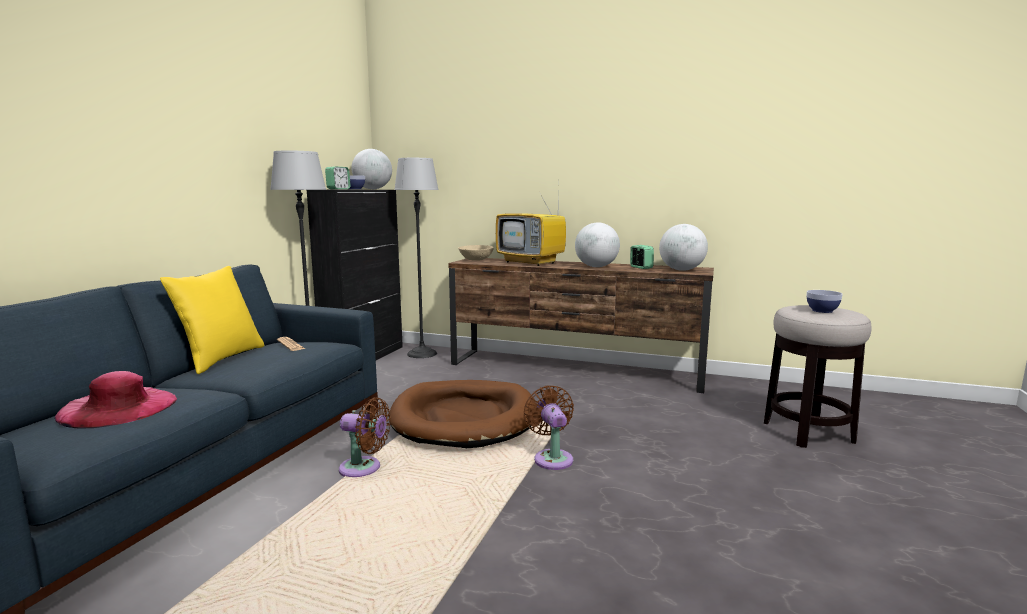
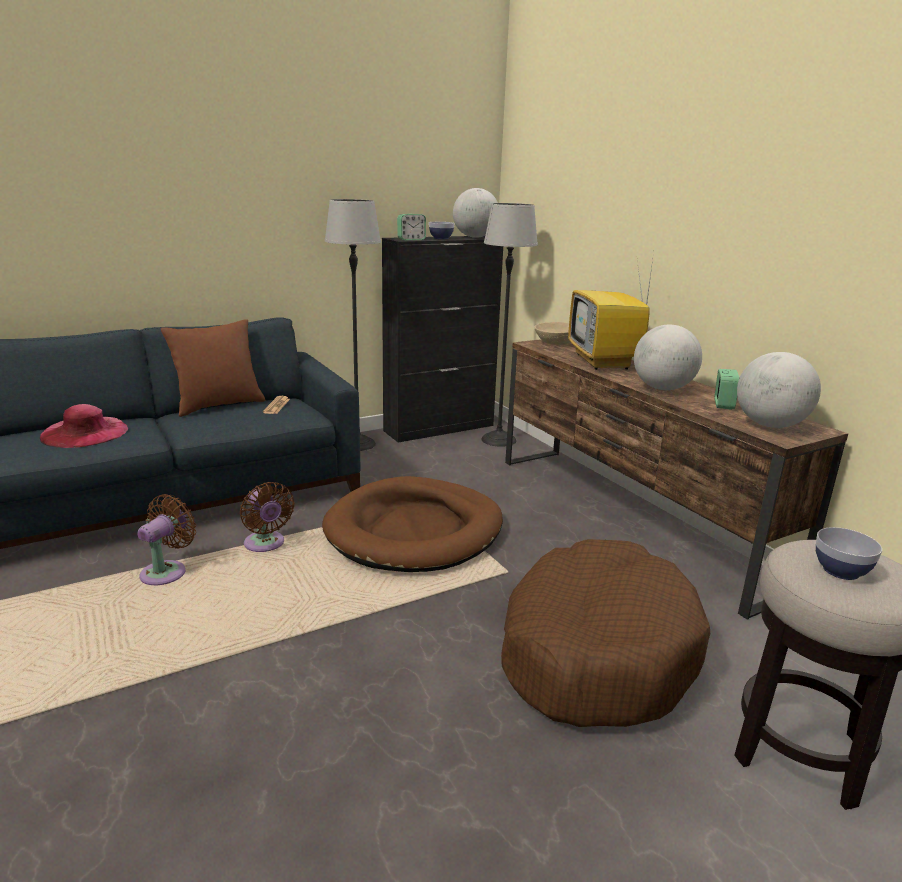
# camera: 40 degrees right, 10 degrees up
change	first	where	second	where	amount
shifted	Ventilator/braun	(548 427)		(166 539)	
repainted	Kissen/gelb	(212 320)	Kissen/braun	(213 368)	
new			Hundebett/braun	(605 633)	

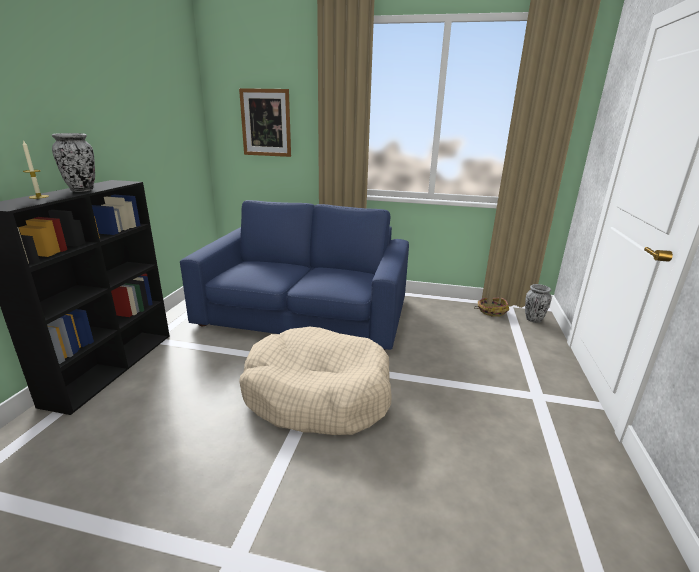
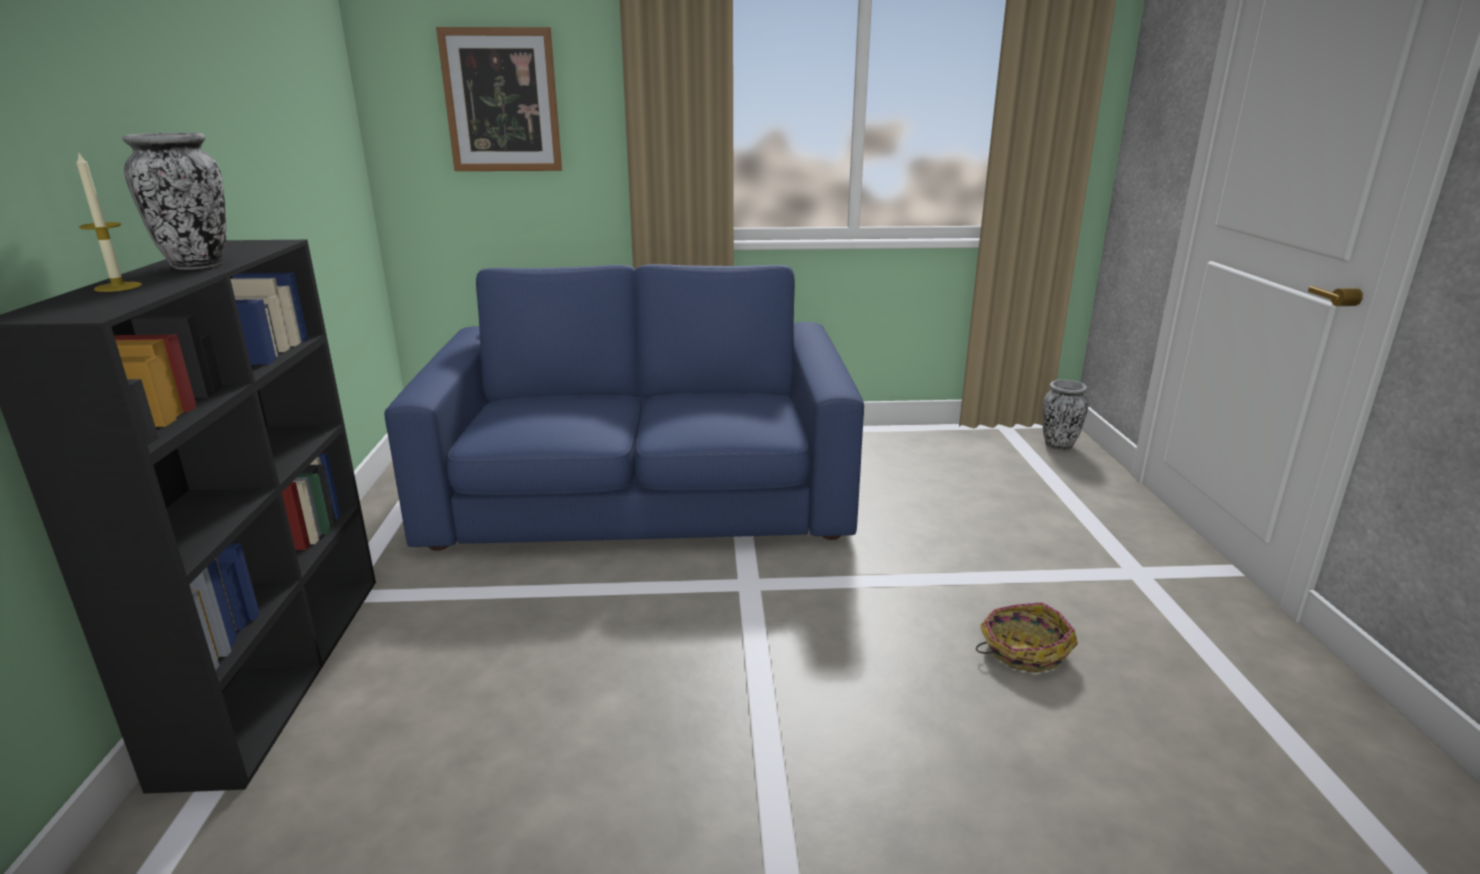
# camera: 15 degrees left, 0 degrees up
change	first	where	second	where	amount
shifted	Korb	(491 307)		(1027 637)	
gone	Hundebett/beige	(315 381)			

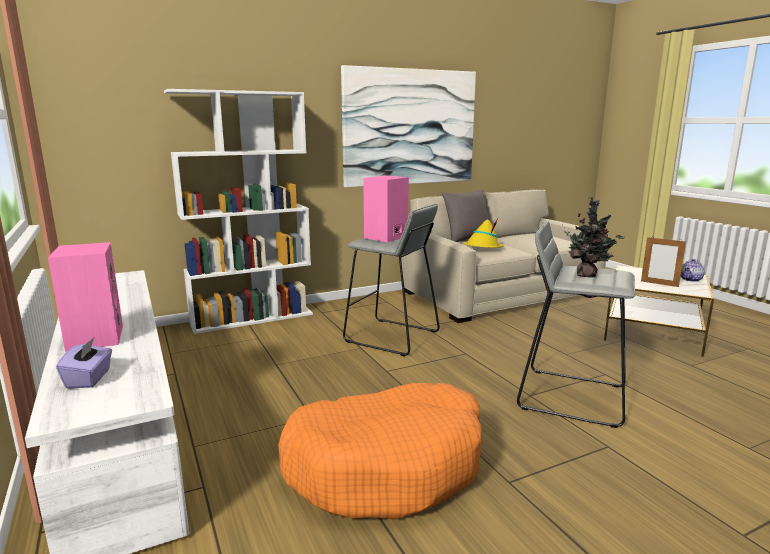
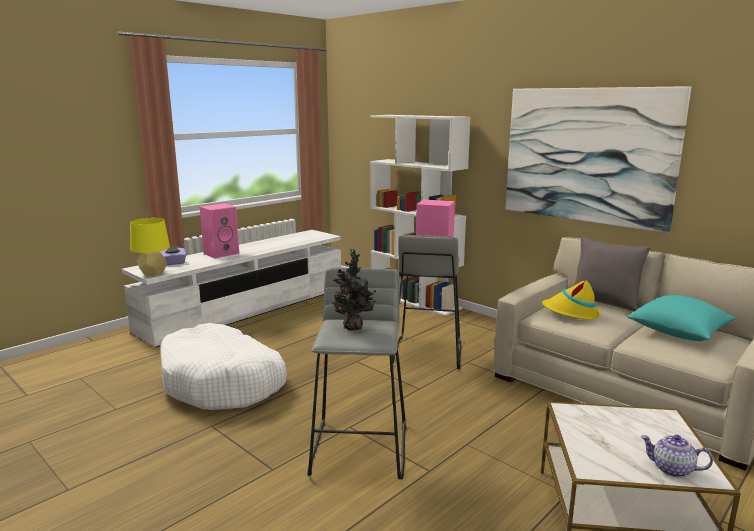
# camera: 70 degrees right, 0 degrees up
change	first	where	second	where	amount
new			Tischlampe/gelb	(150 247)	
repainted	Hundebett/orange	(380 451)	Hundebett/weiß	(223 366)	
new			Kissen/türkis	(681 318)	
gone	Bilderrahmen	(663 261)			

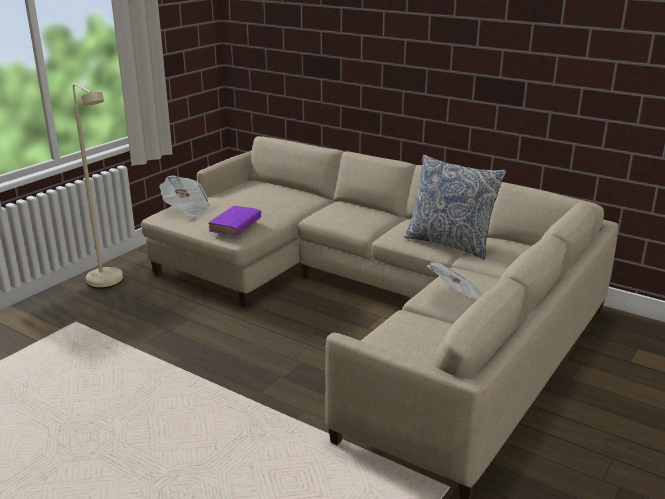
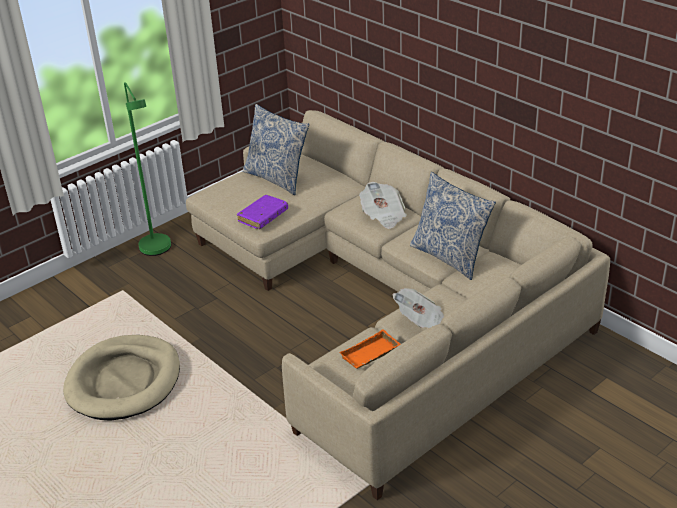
# camera: 15 degrees right, 10 degrees up
change	first	where	second	where	amount
new			Hundebett/beige	(121 377)	
repainted	Stehlampe/beige	(98 185)	Stehlampe/grün	(147 169)	
new			Kissen	(276 149)	
new			Tablett/orange	(369 349)	
shifted	Zeitung	(184 195)		(383 205)	

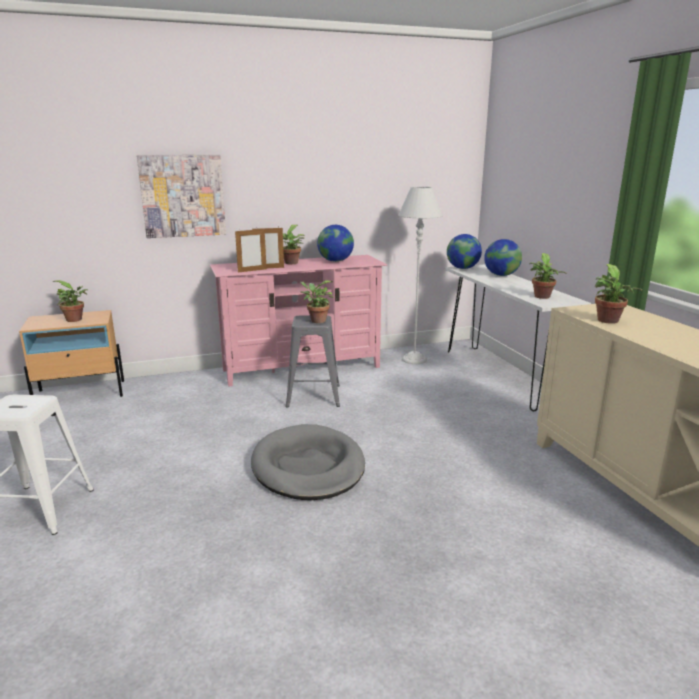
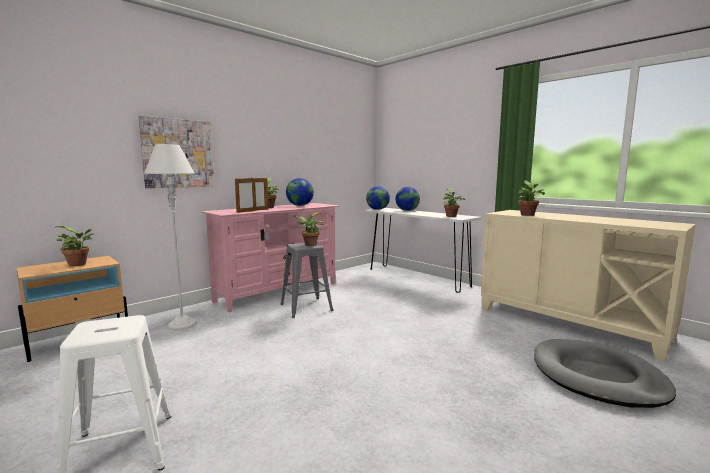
# camera: 25 degrees left, 10 degrees down
change	first	where	second	where	amount
shifted	Stehlampe/grau	(420 275)		(170 237)	
shifted	Hundebett/grau	(308 462)		(605 373)	

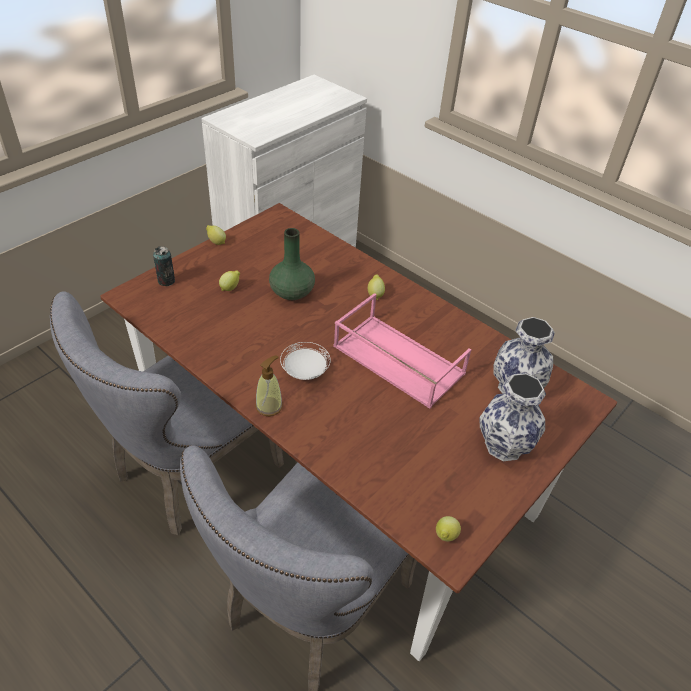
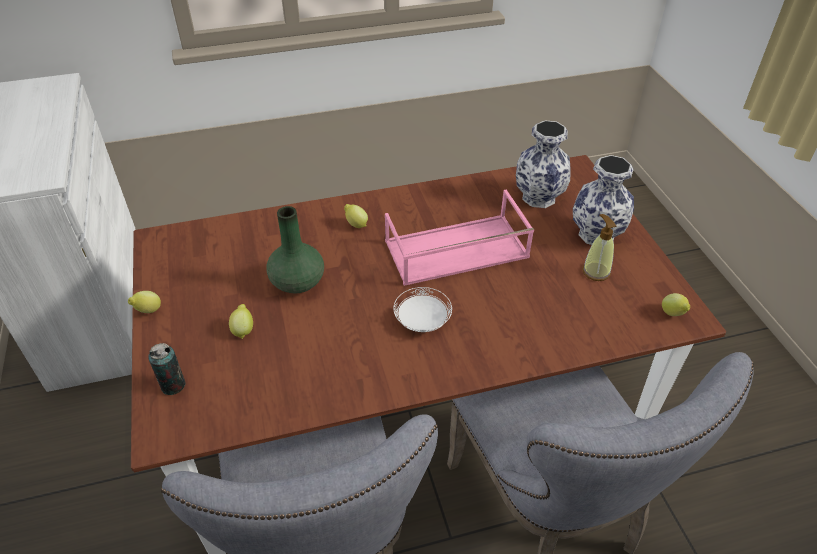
# camera: 55 degrees left, 0 degrees up
change	first	where	second	where	amount
shifted	Seifenspender	(269 385)		(599 247)	

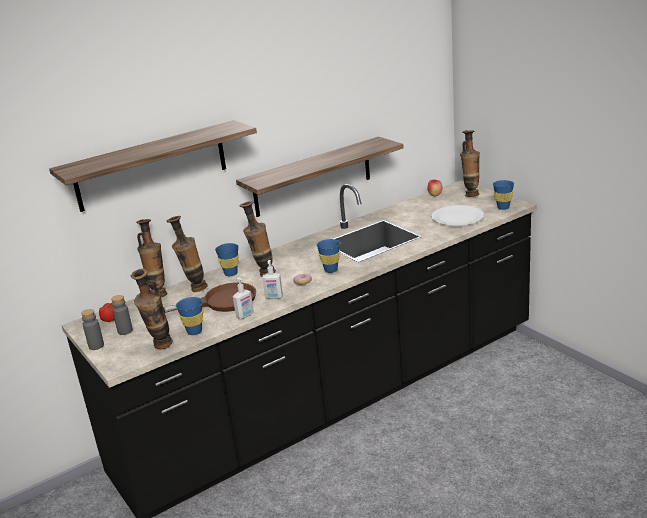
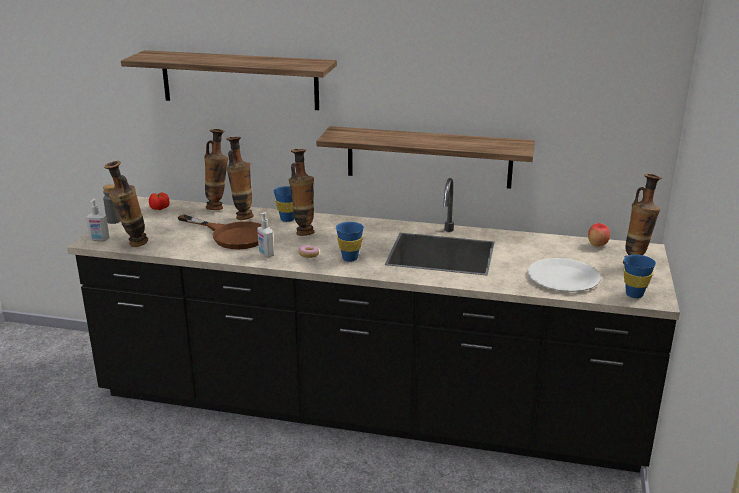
# camera: 45 degrees right, 0 degrees up
change	first	where	second	where	amount
shifted	Seifenspender	(243 298)		(97 220)	
gone	Flasche/grau	(122 315)			
gone	Tasse/blau	(189 316)			

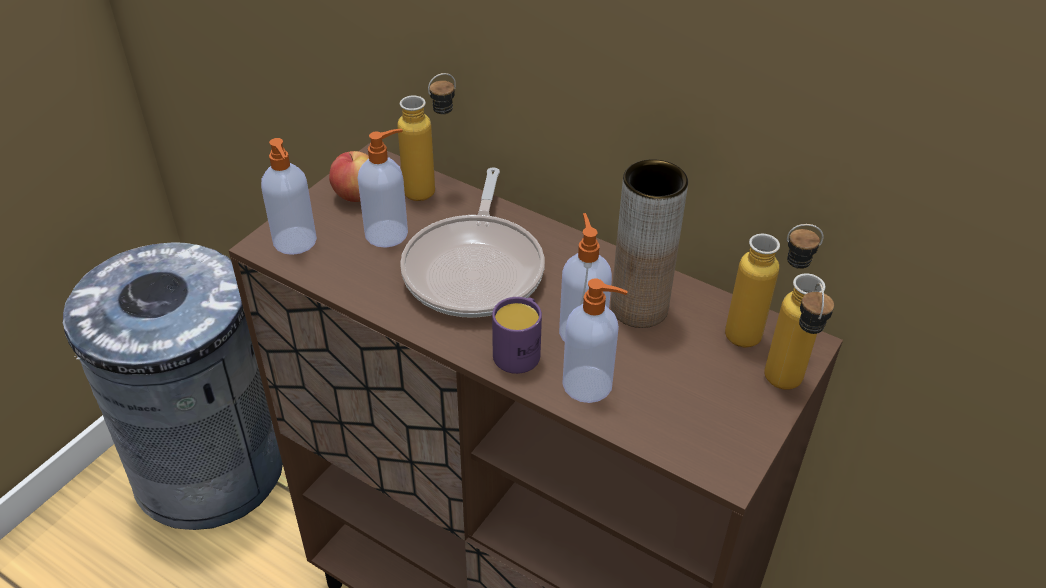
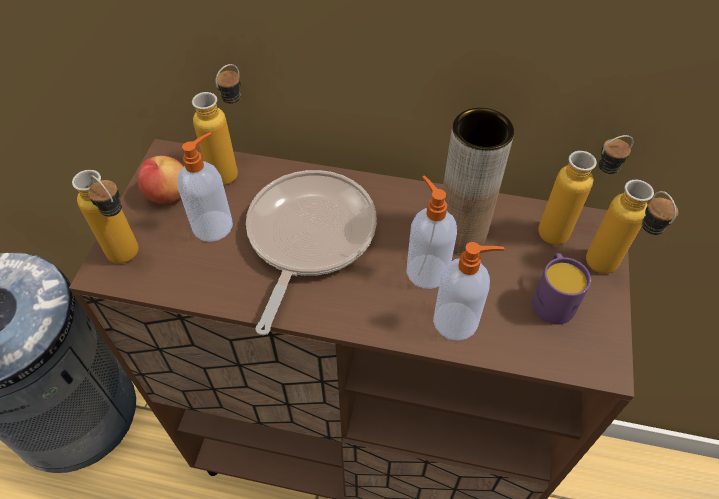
# camera: 20 degrees left, 10 degrees up
change	first	where	second	where	amount
swapped	Seifenspender	(289 196)	Flasche	(105 217)	
rotated	Pfanne	(472 242)		(311 252)	150 degrees counterclockwise
shifted	Henkelbecher/lila	(517 335)		(561 289)	

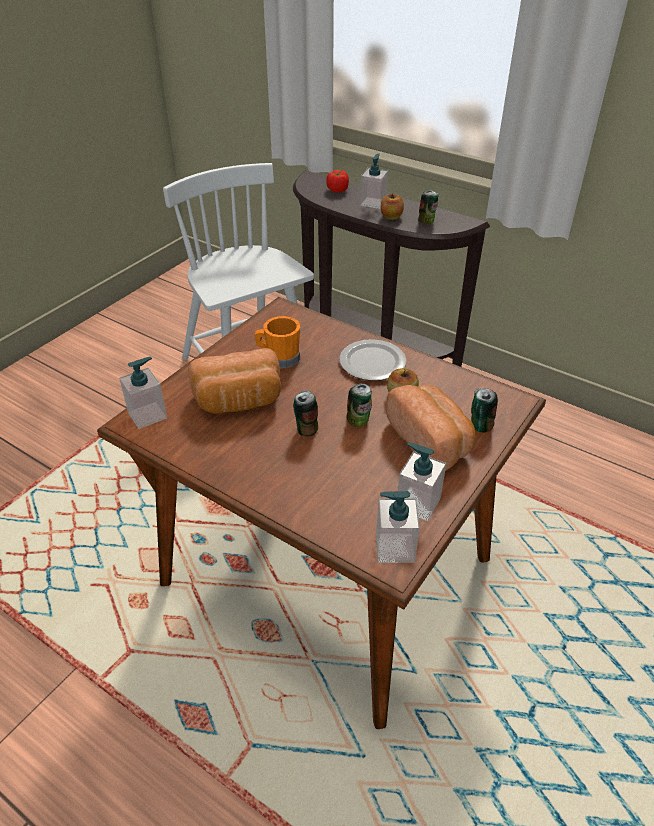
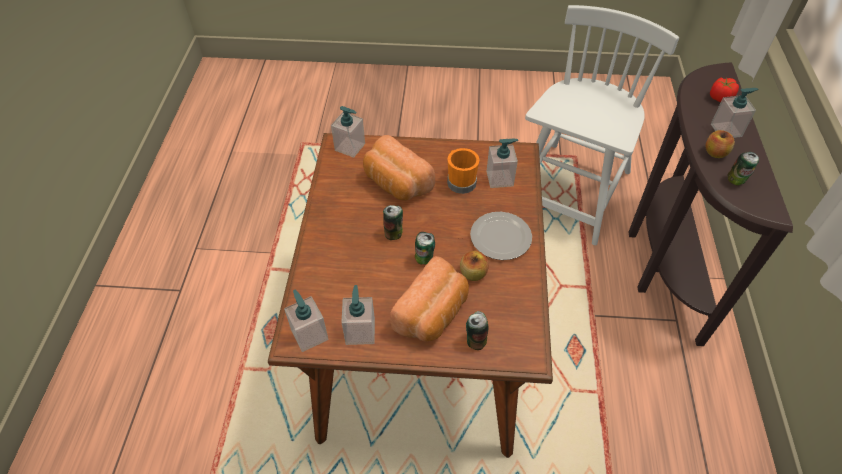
# camera: 60 degrees right, 10 degrees up
change	first	where	second	where	amount
new			Seifenspender	(502 163)	

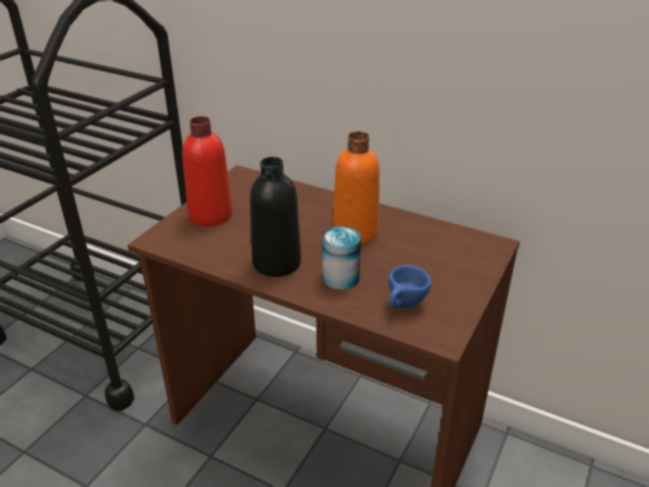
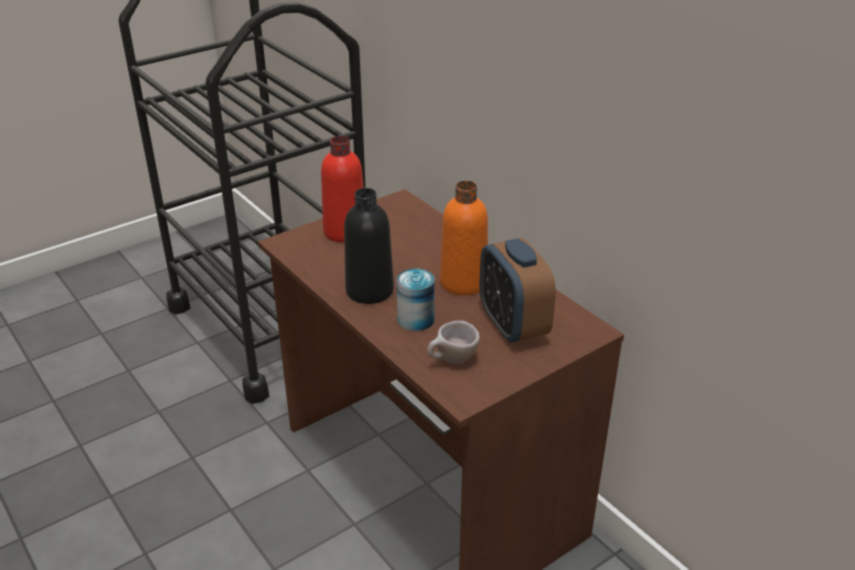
# camera: 25 degrees right, 0 degrees up
change	first	where	second	where	amount
repainted	Tasse/blau	(410 286)	Tasse/beige	(453 342)	
new			Wecker	(518 290)	

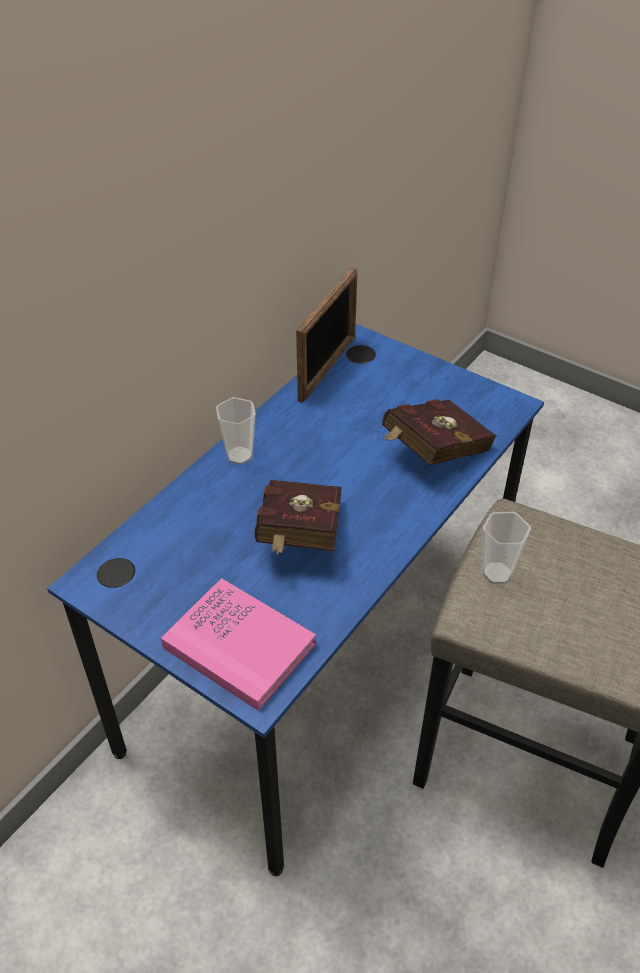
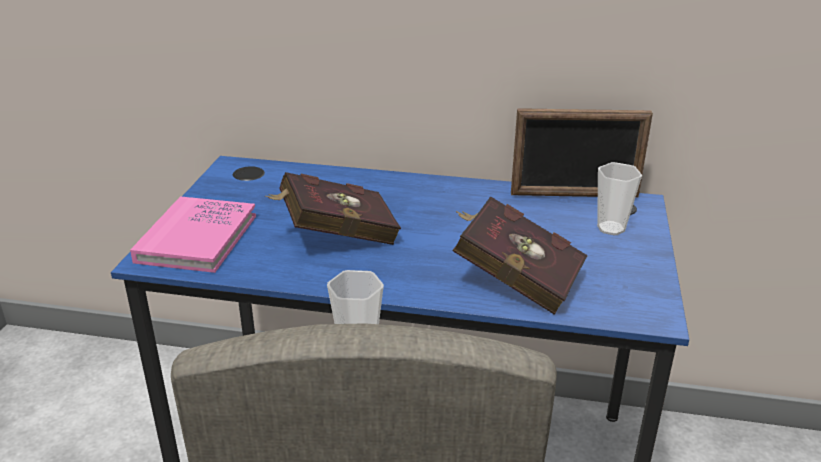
# camera: 65 degrees right, 15 degrees down
change	first	where	second	where	amount
shifted	Tasse	(236 431)		(619 198)	

